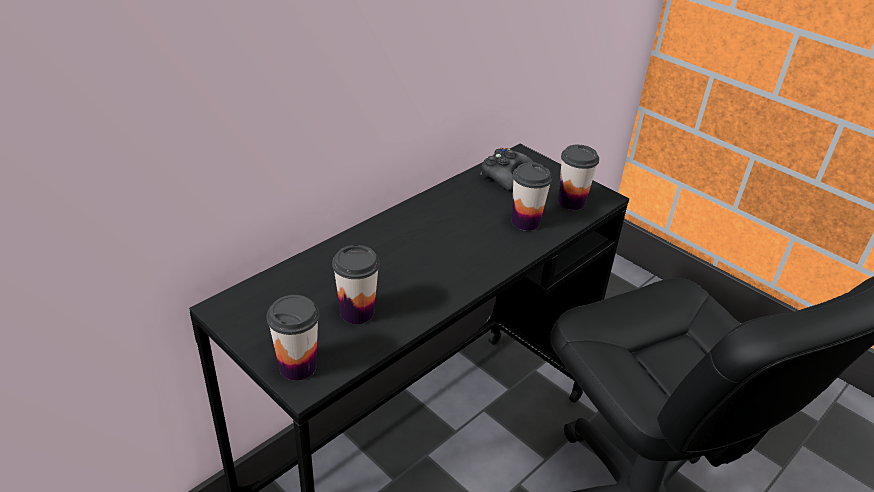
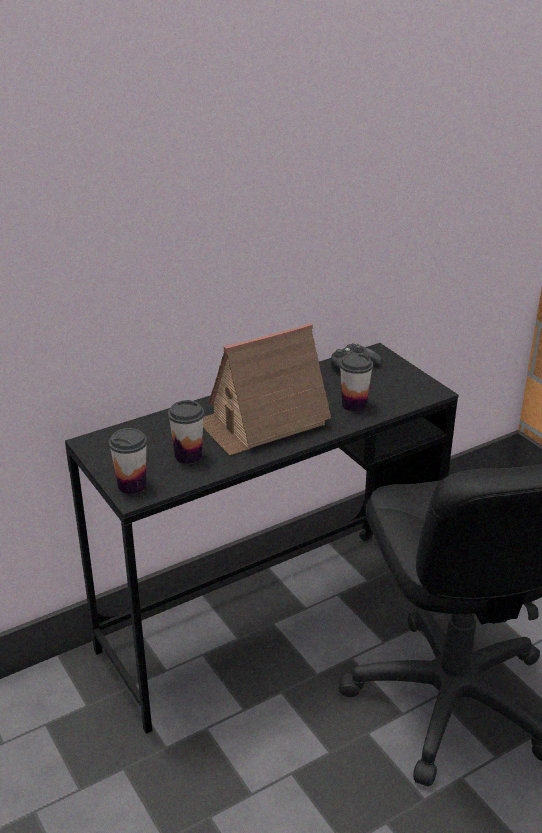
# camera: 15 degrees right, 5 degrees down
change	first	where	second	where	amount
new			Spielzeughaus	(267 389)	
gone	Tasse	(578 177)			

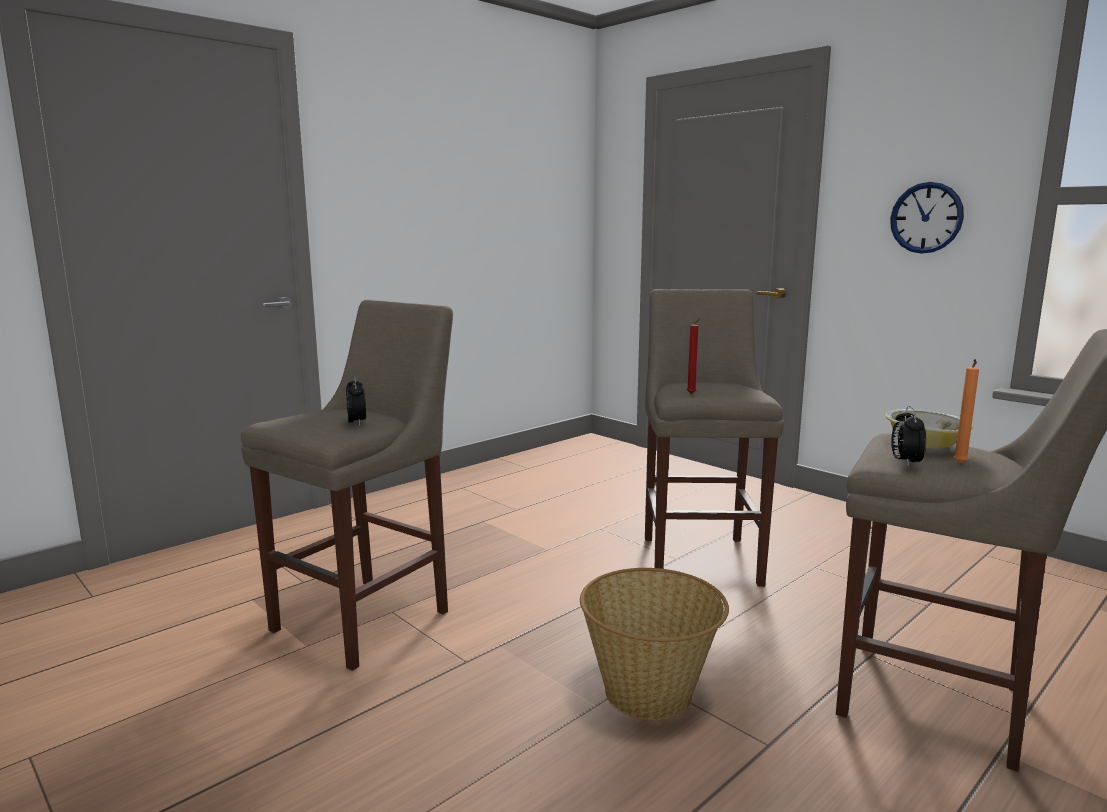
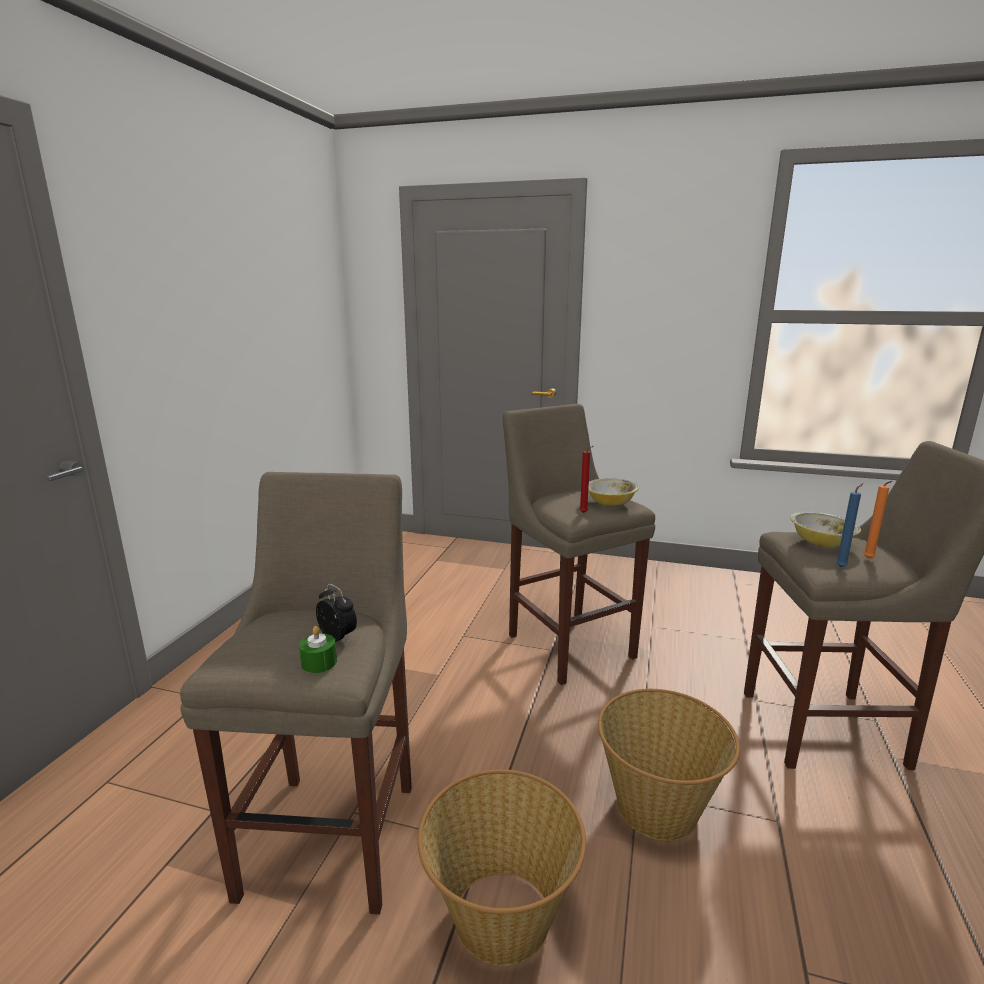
# camera: 30 degrees left, 5 degrees up
change	first	where	second	where	amount
new			Kerze/grün	(318 649)	
new			Korb	(501 867)	
new			Schüssel	(613 492)	
swapped	Wecker	(908 436)	Kerze/blau	(850 525)	
gone	Wanduhr	(927 218)			

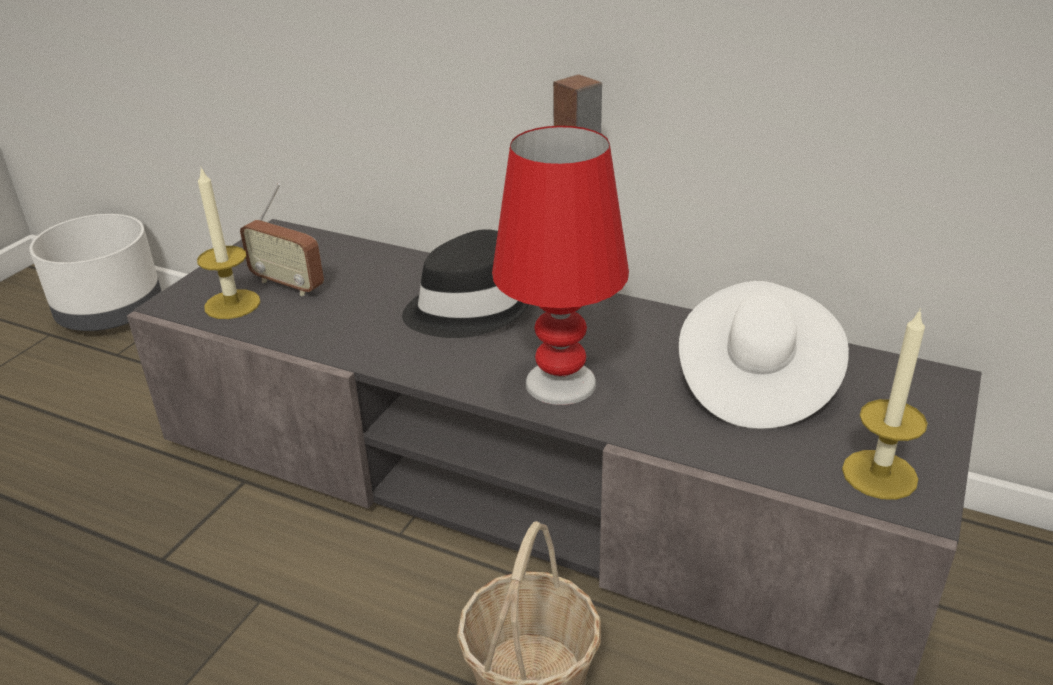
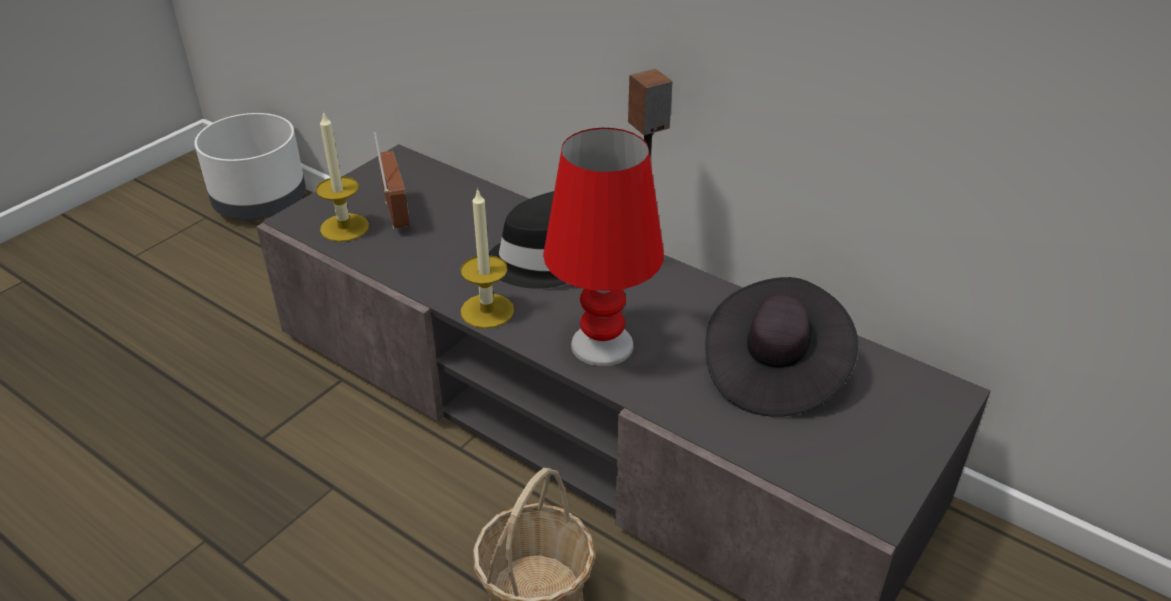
# camera: 10 degrees right, 5 degrees up
change	first	where	second	where	amount
rotated	Radio	(282 239)		(391 179)	150 degrees counterclockwise
shifted	Kerze	(885 404)		(487 258)	
repainted	Hut/weiß	(764 355)	Hut/schwarz	(781 347)	

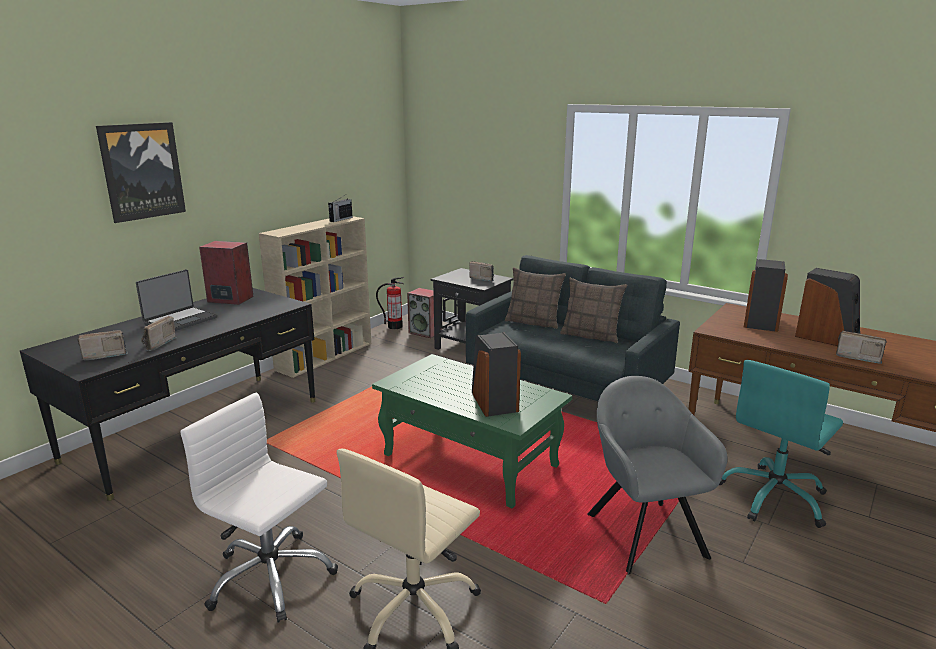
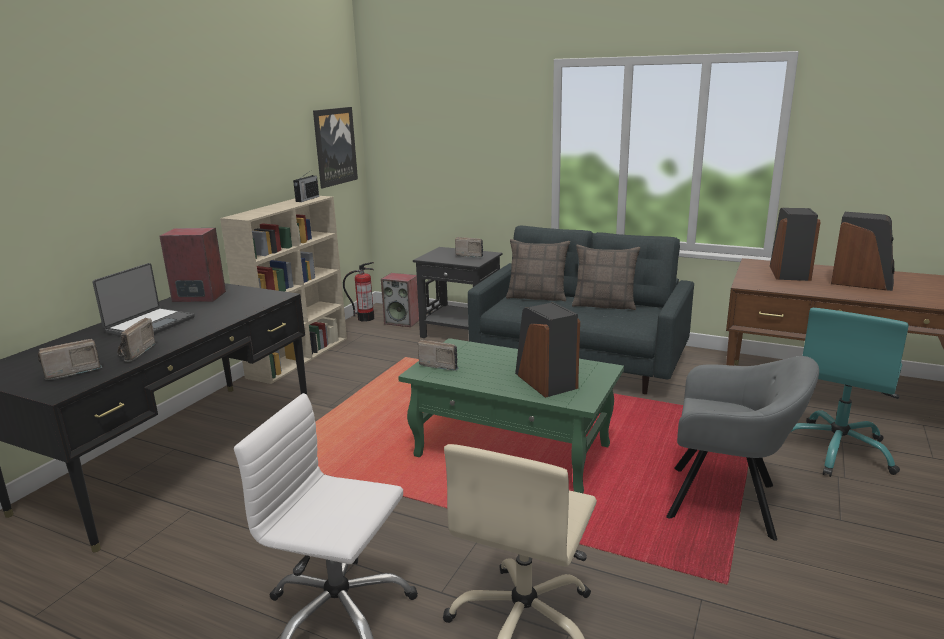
# camera: 10 degrees left, 0 degrees up
change	first	where	second	where	amount
shifted	Bild	(141 172)		(335 147)	
shifted	Radio	(861 347)		(438 355)	
rotated	Sessel/grau	(657 475)		(742 448)	135 degrees clockwise

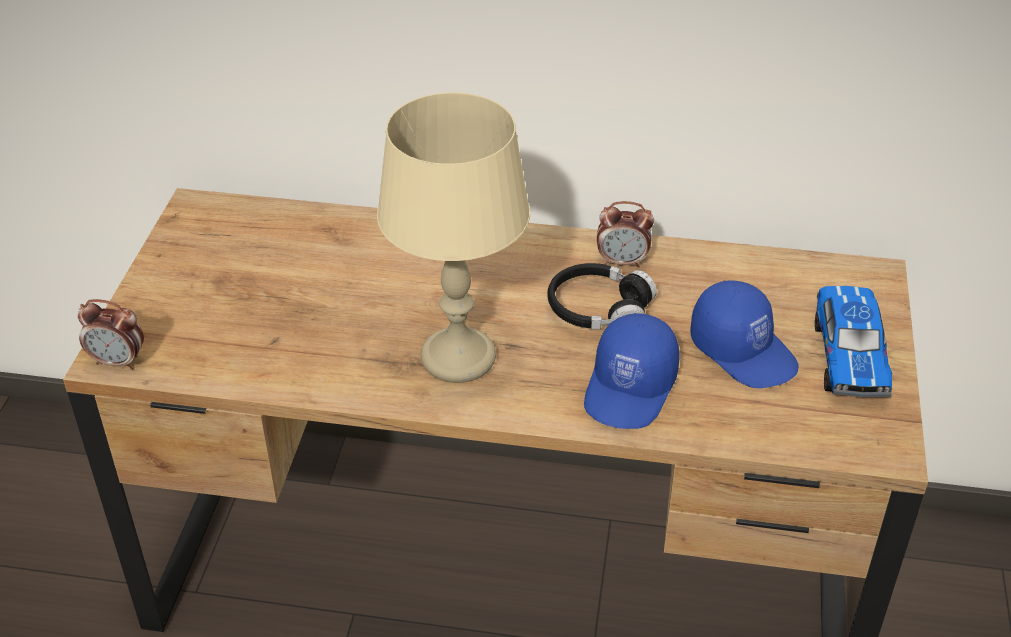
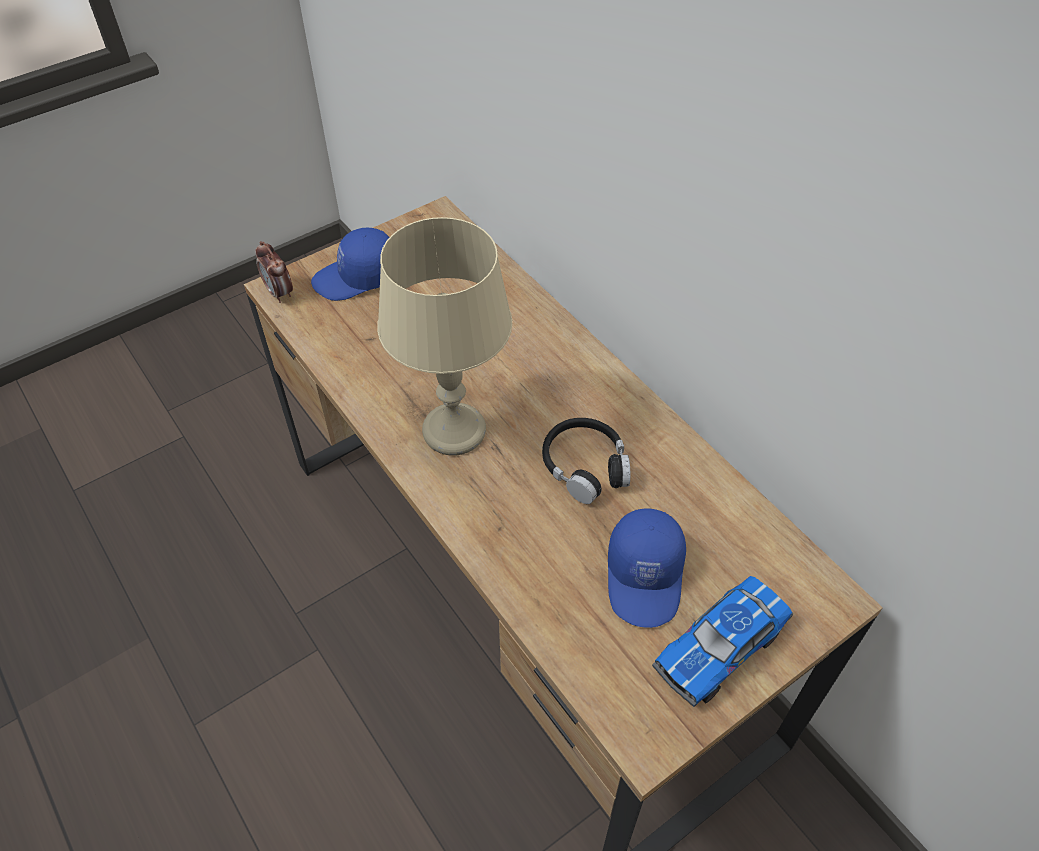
# camera: 45 degrees right, 10 degrees up
change	first	where	second	where	amount
shifted	Kappe/blau	(631 371)		(350 264)	
gone	Wecker	(625 234)			

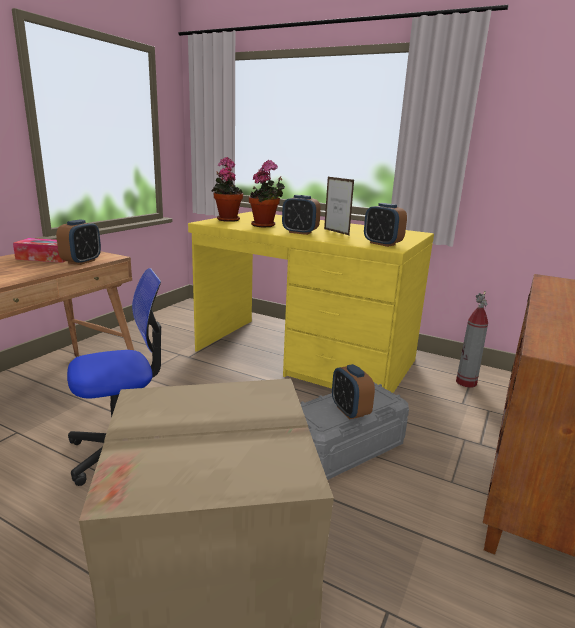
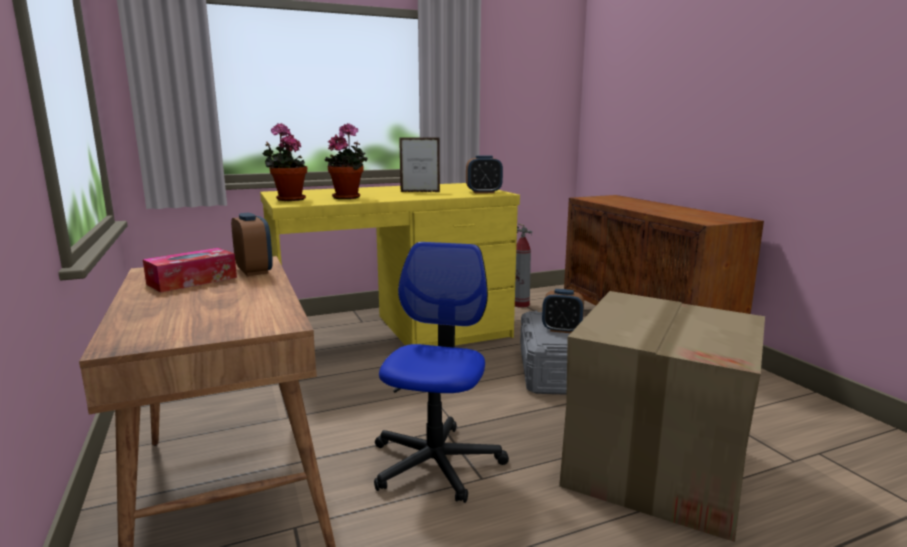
# camera: 50 degrees left, 5 degrees down
change	first	where	second	where	amount
gone	Wecker	(301 215)			

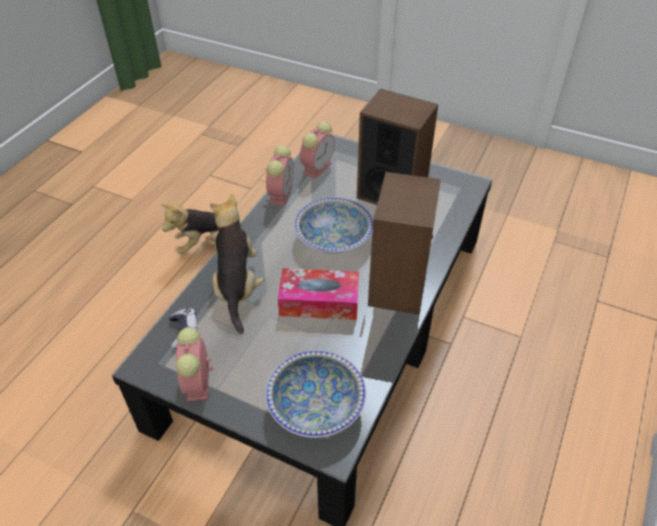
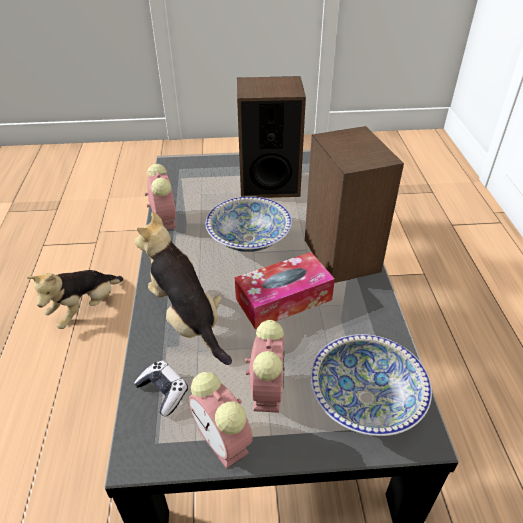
# camera: 30 degrees left, 5 degrees down
change	first	where	second	where	amount
shifted	Wecker	(317 150)		(265 366)	

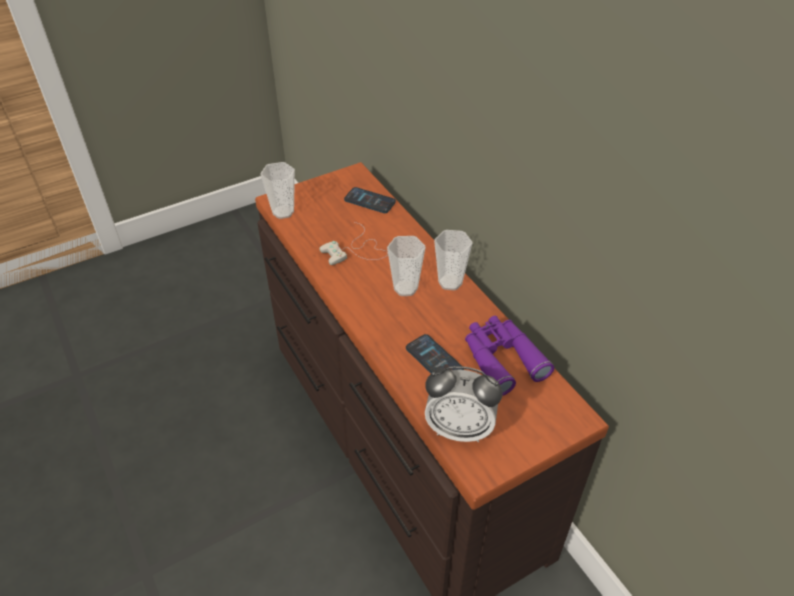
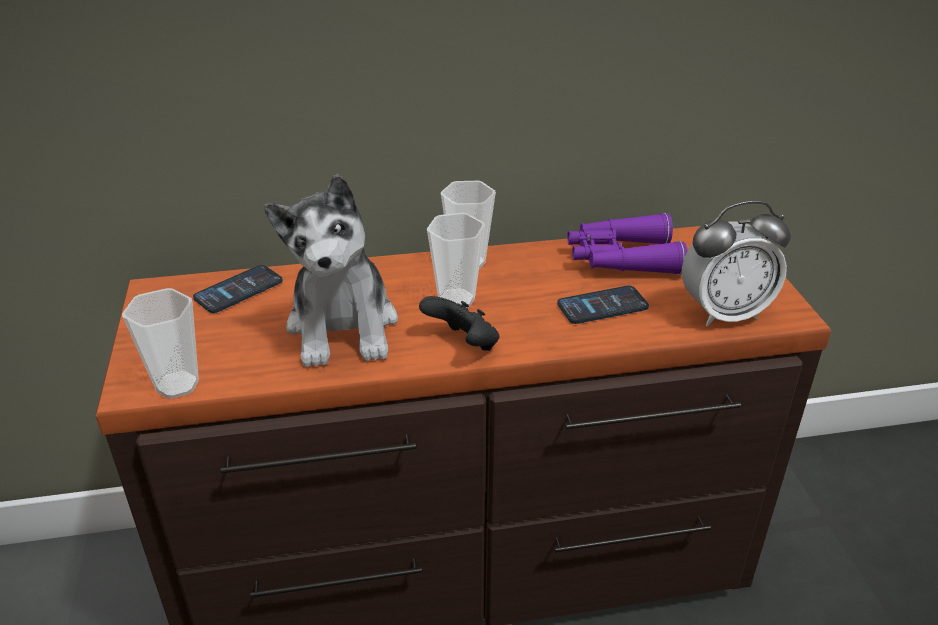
# camera: 70 degrees left, 10 degrees down
change	first	where	second	where	amount
swapped	Gamepad/weiß	(353 243)	Plüschtier	(331 270)	
new			Gamepad/schwarz	(459 323)	
rotated	Wecker	(463 404)		(736 264)	45 degrees clockwise

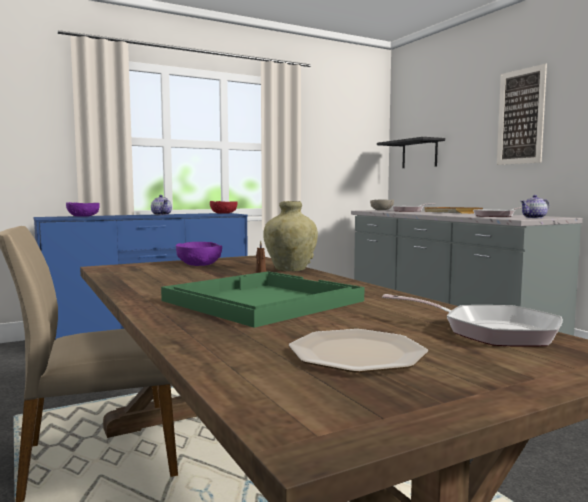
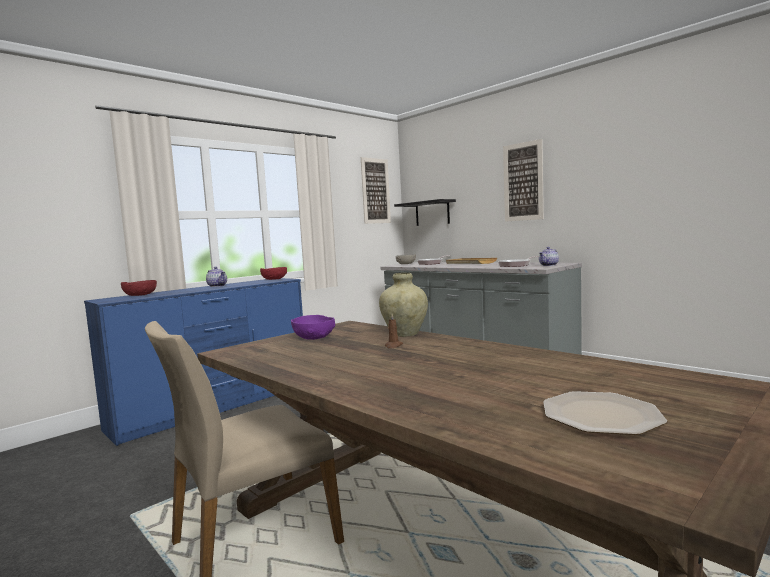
# camera: 15 degrees left, 0 degrees up
change	first	where	second	where	amount
repainted	Schüssel/lila	(83 209)	Schüssel/rot	(139 288)	
new			Bild	(376 190)	
gone	Tablett/grün	(262 299)			
gone	Pfanne	(472 320)			

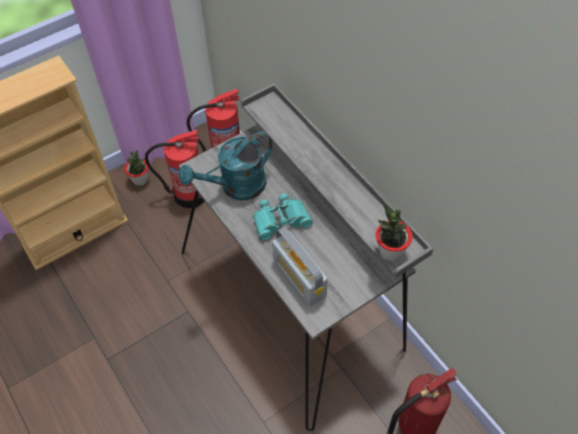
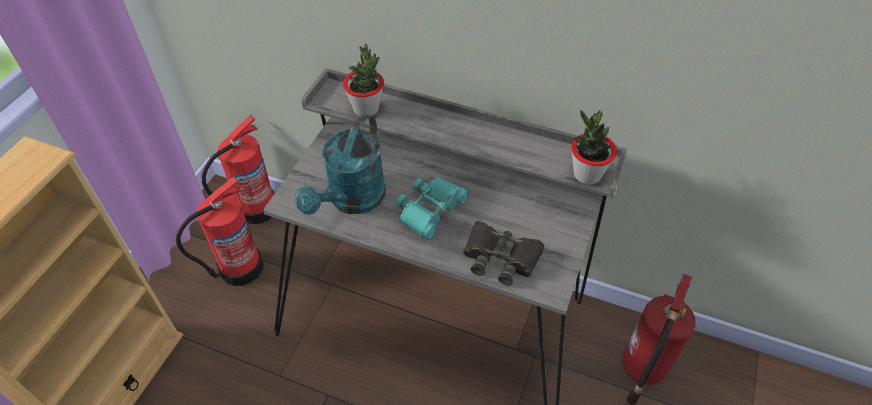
# camera: 35 degrees left, 5 degrees down
change	first	where	second	where	amount
shifted	Topfpflanze	(136 168)		(363 79)	
swapped	Radio	(300 266)	Fernglas/schwarz	(504 253)	

